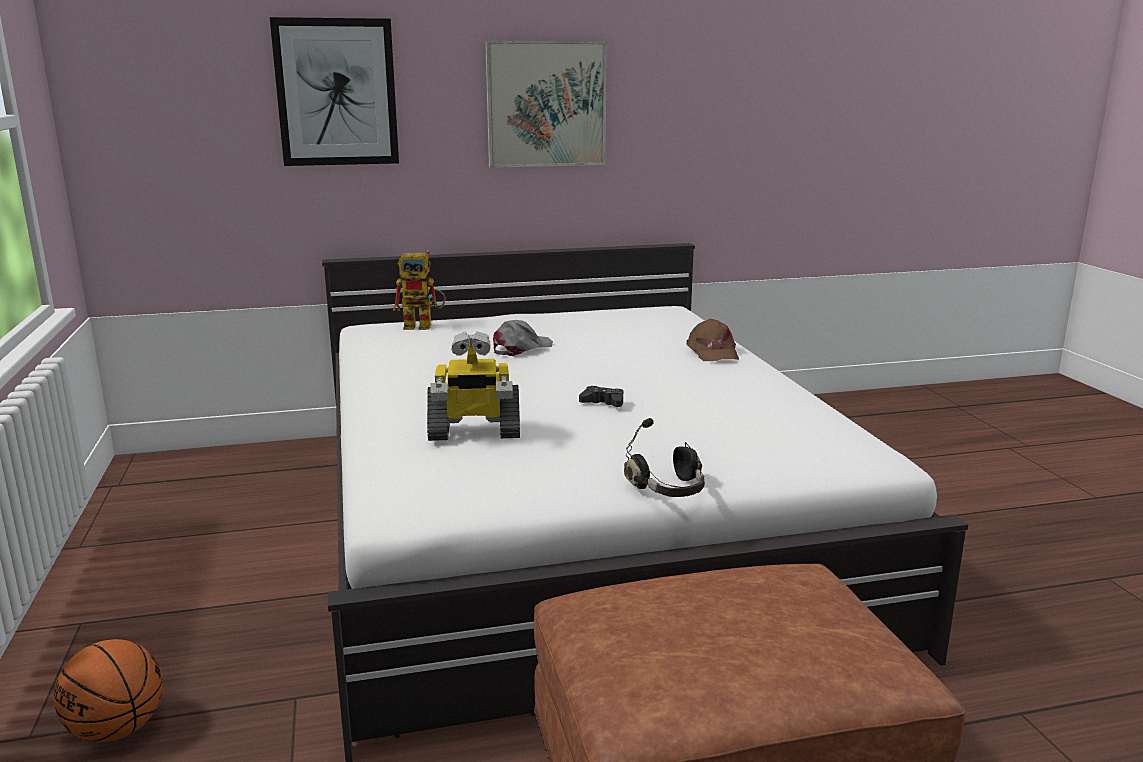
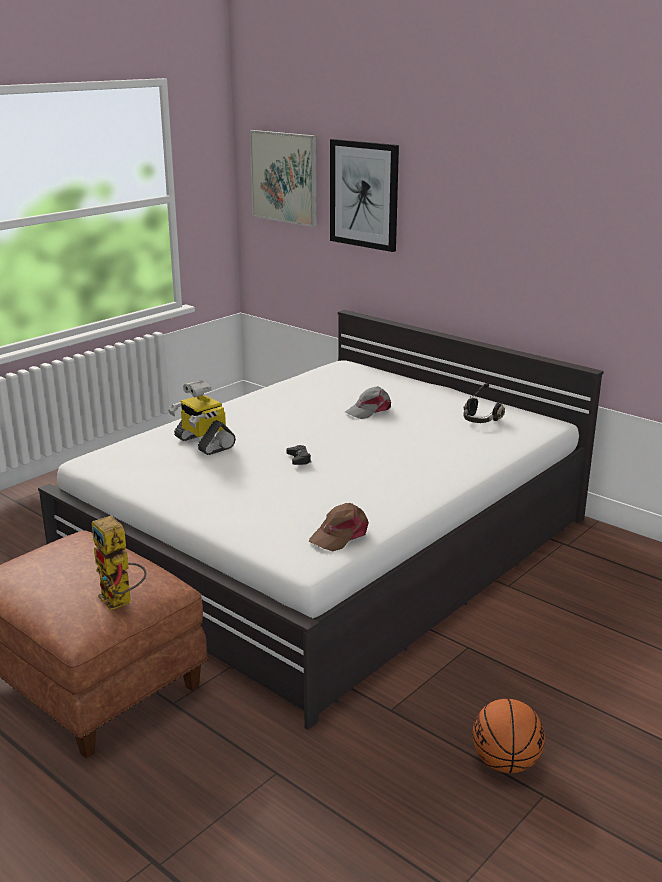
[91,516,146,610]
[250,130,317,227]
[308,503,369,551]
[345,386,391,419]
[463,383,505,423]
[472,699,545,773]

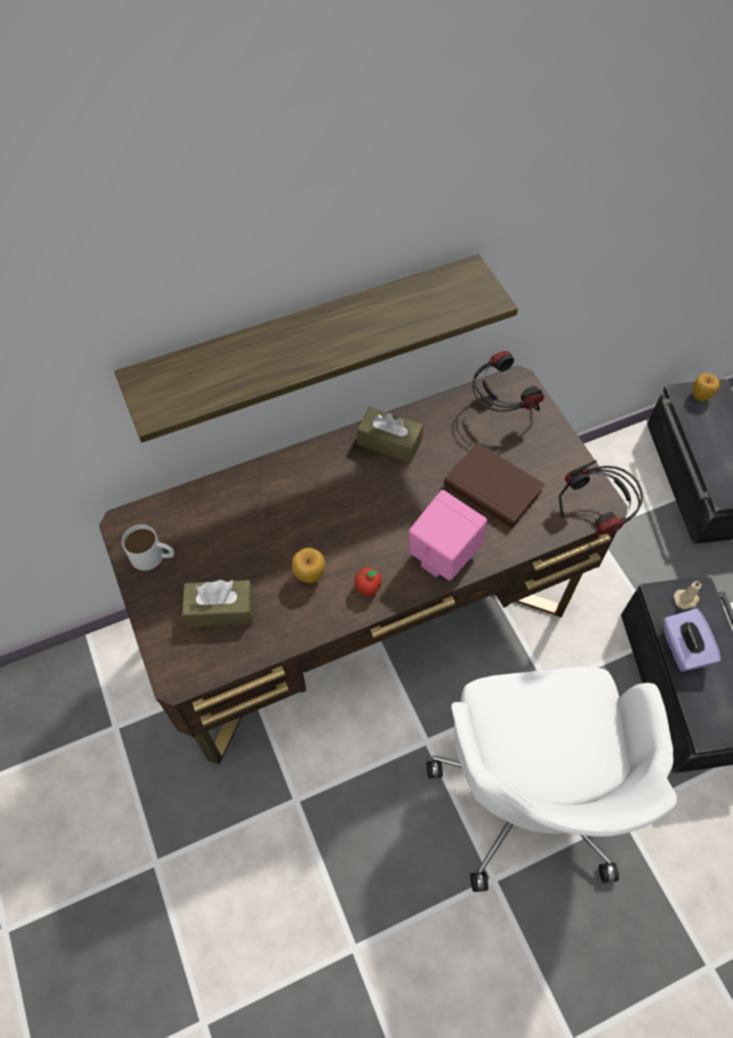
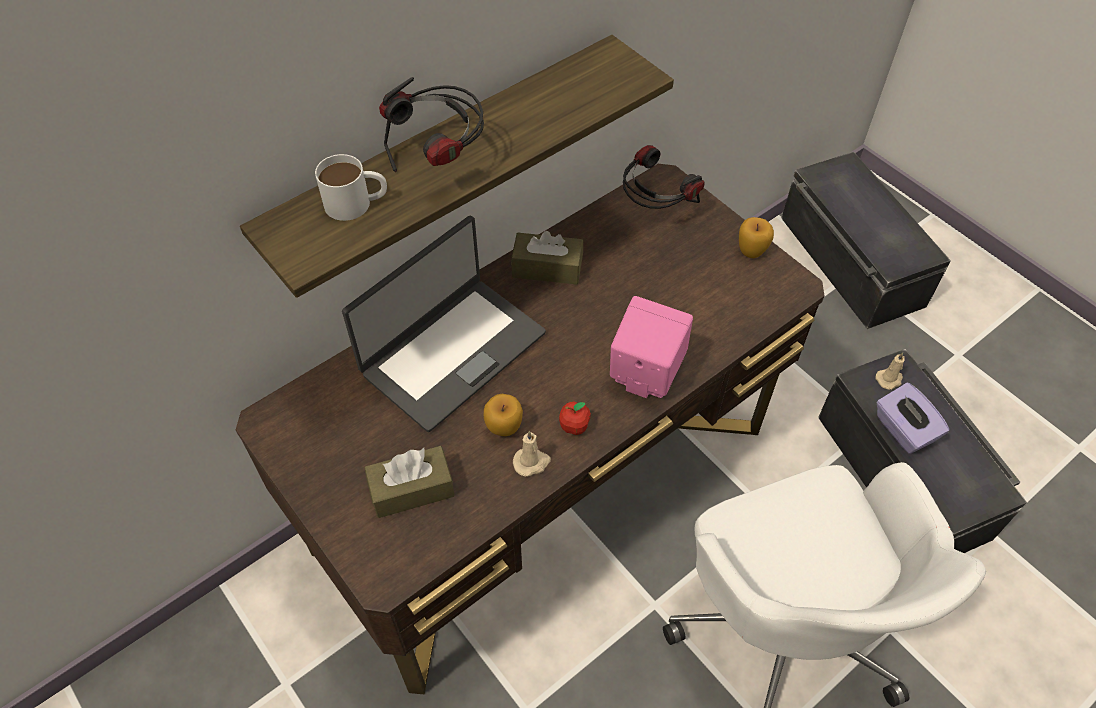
[315,154,387,221]
[342,216,546,432]
[379,77,484,172]
[513,431,551,477]
[739,217,774,258]
[444,442,545,528] (first image)

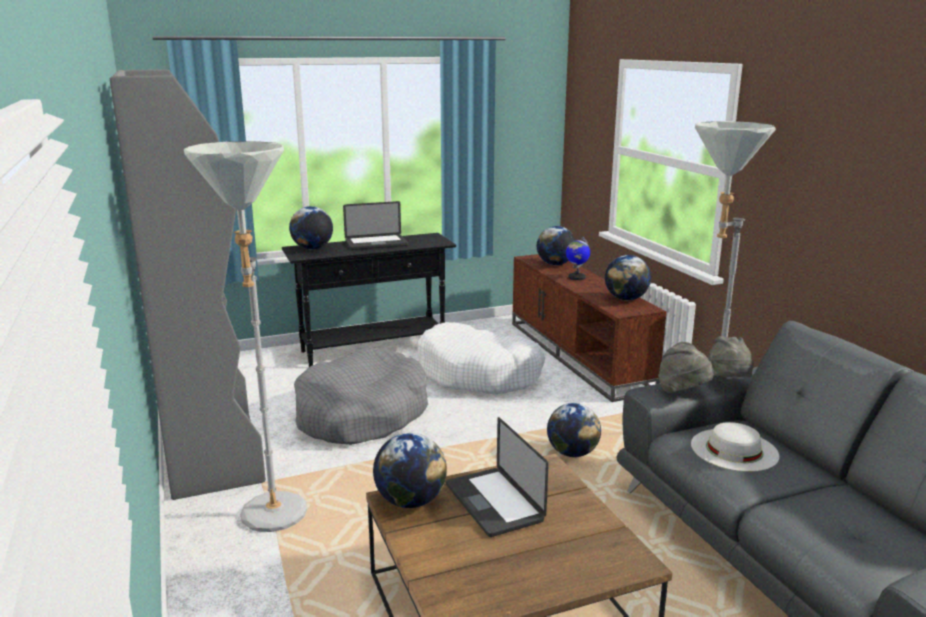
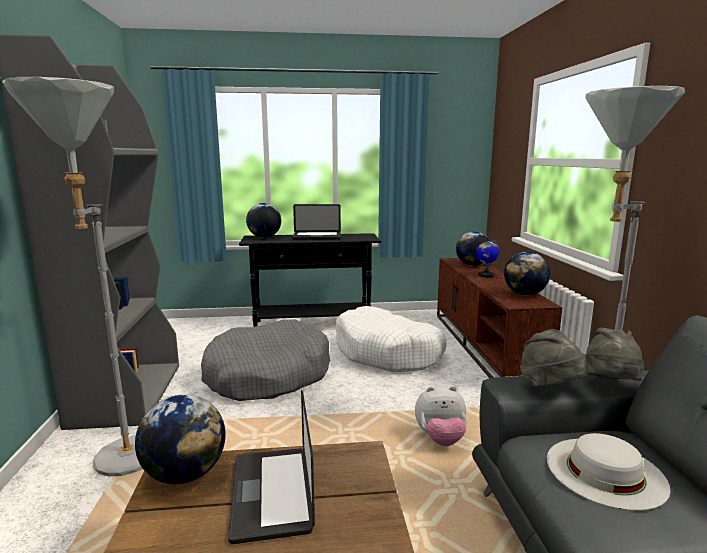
[415,386,467,446]

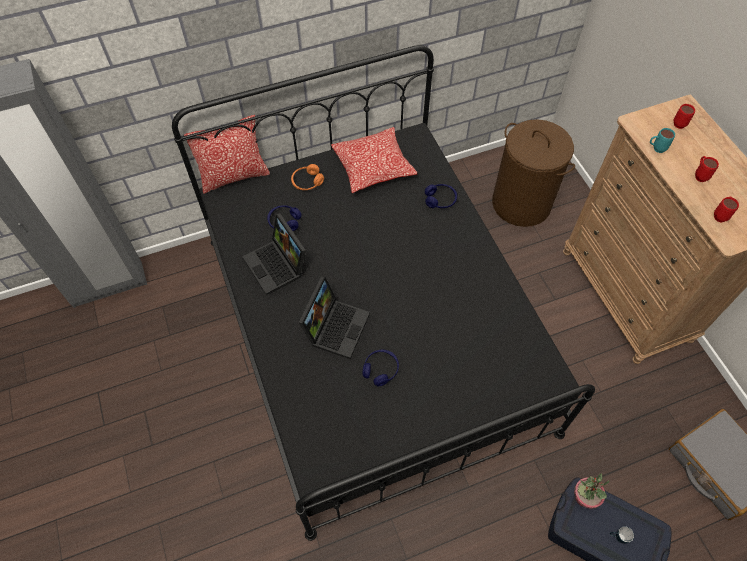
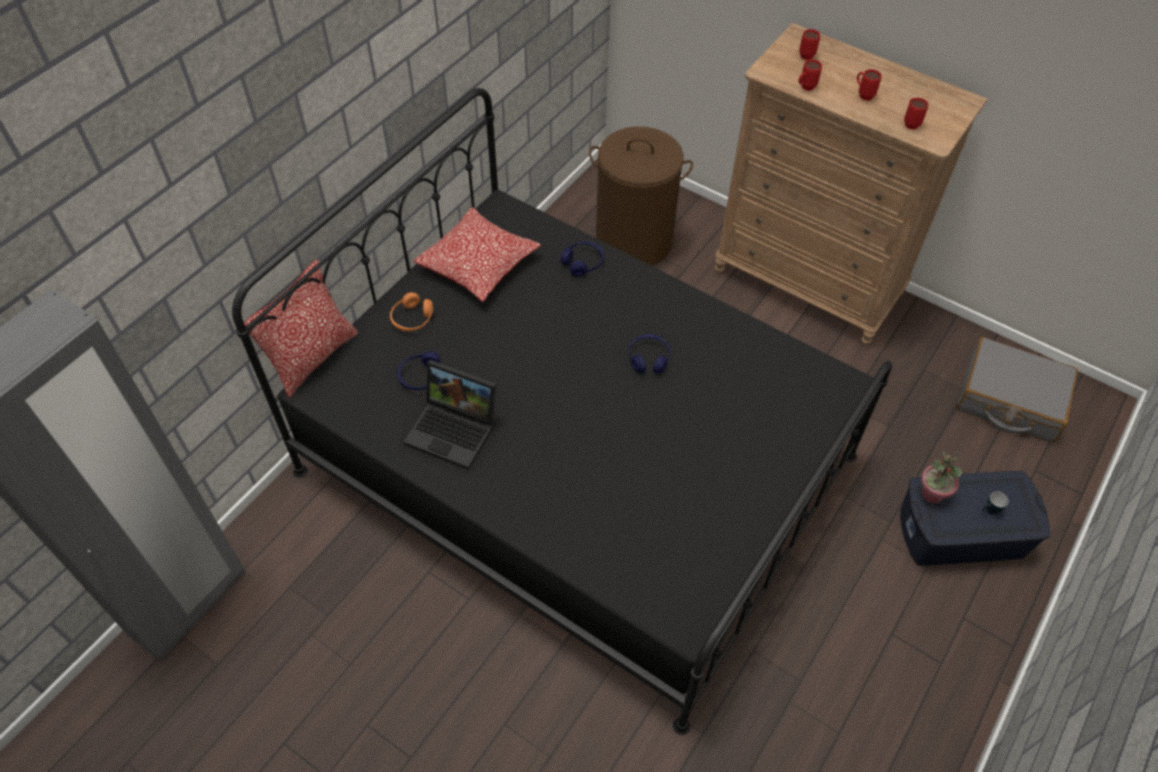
[629,334,670,374]
[799,59,822,91]
[298,276,370,359] (first image)

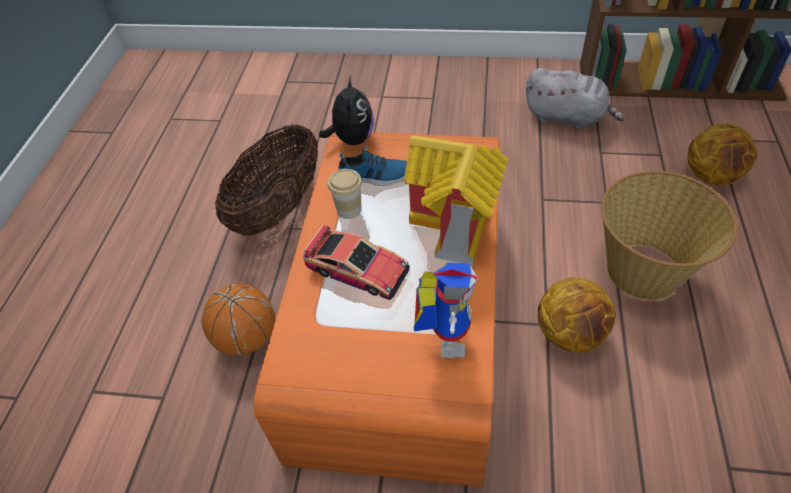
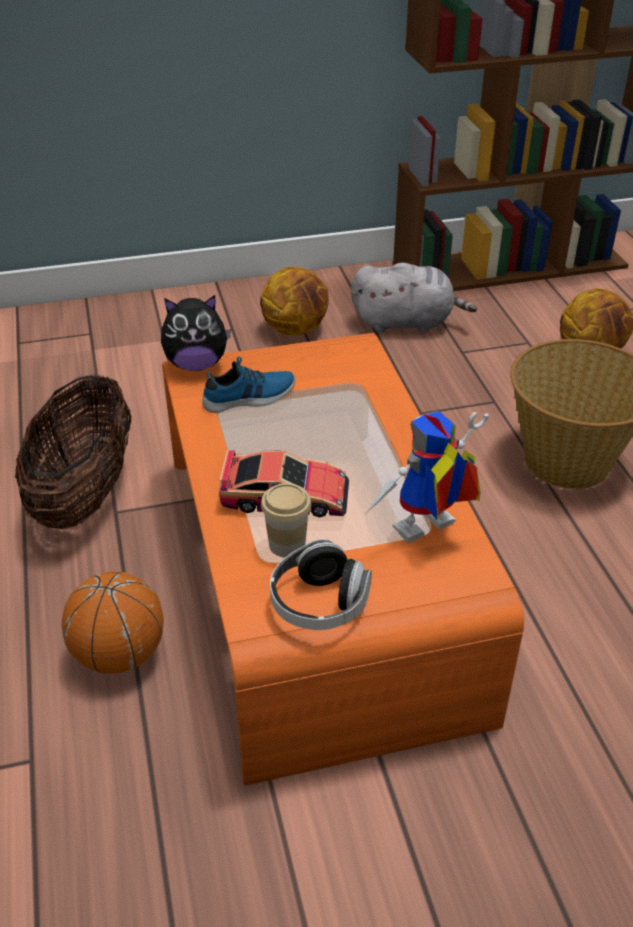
[161,295,231,371]
[260,266,329,335]
[261,483,311,557]
[270,539,372,630]
[366,411,488,543]
[404,135,508,265] (first image)

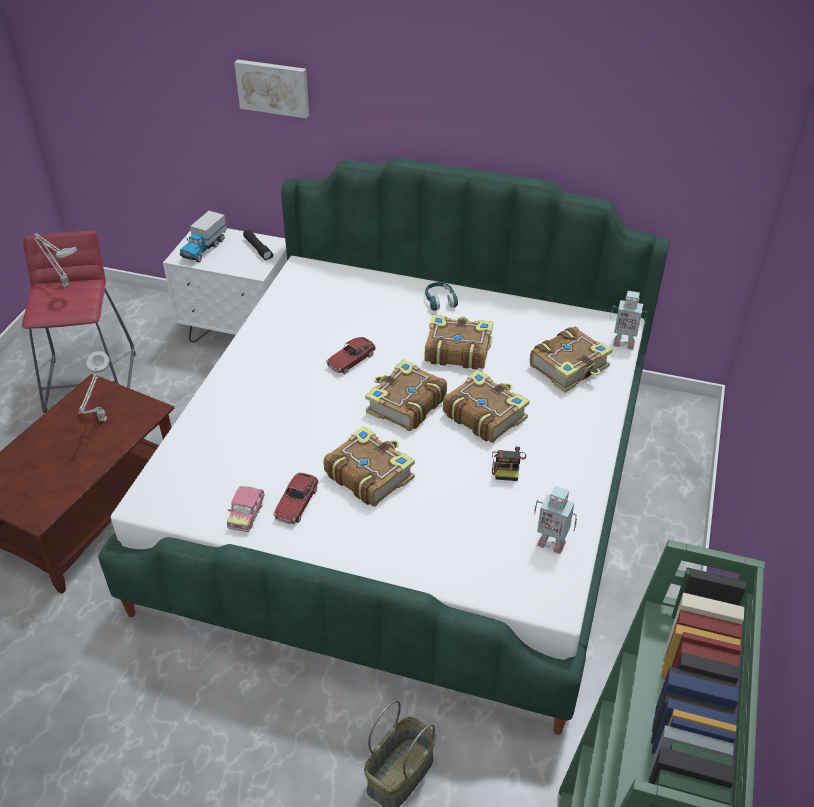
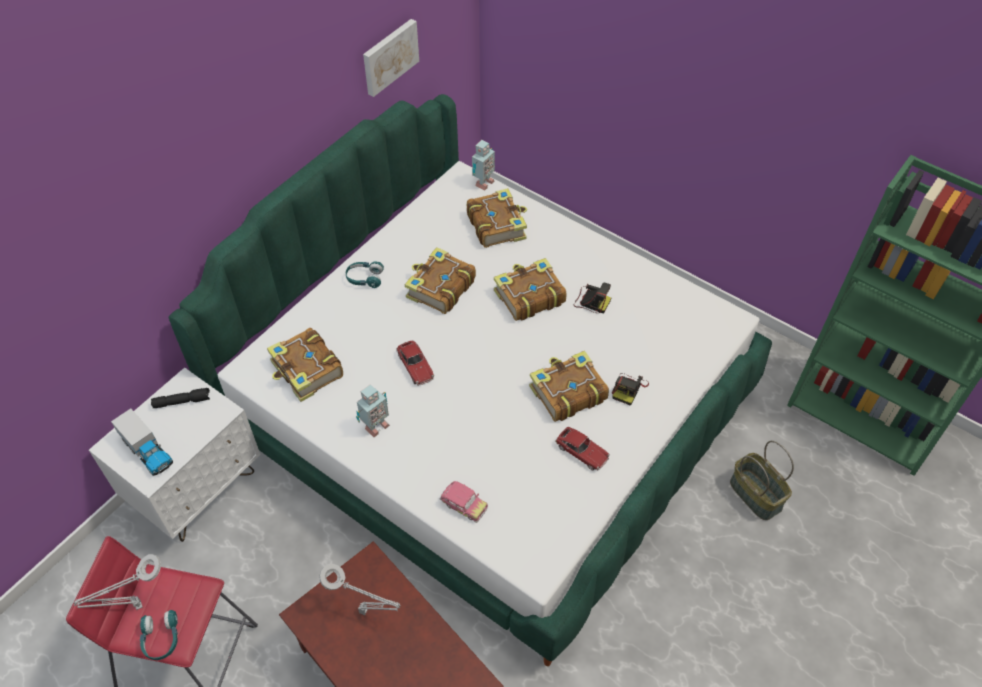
[140,610,178,660]
[267,328,343,402]
[356,384,390,437]
[363,19,419,97]
[439,481,488,523]
[612,373,649,406]

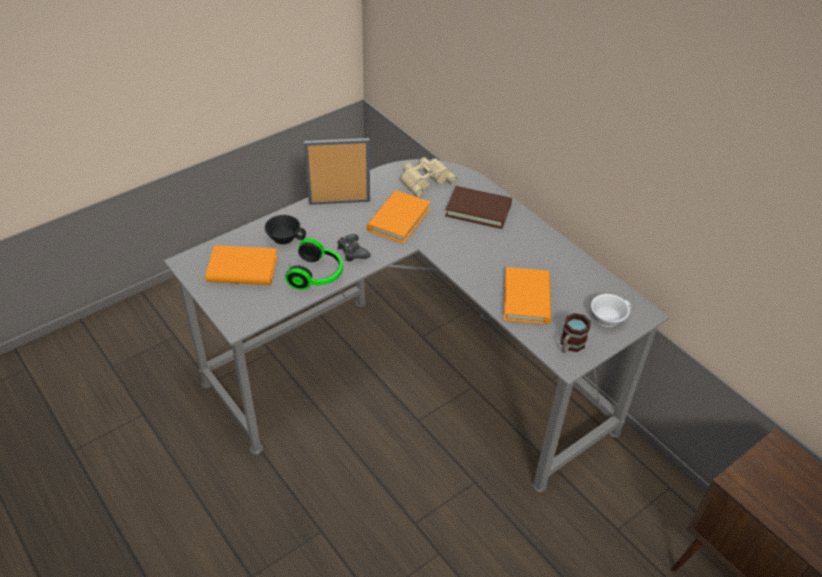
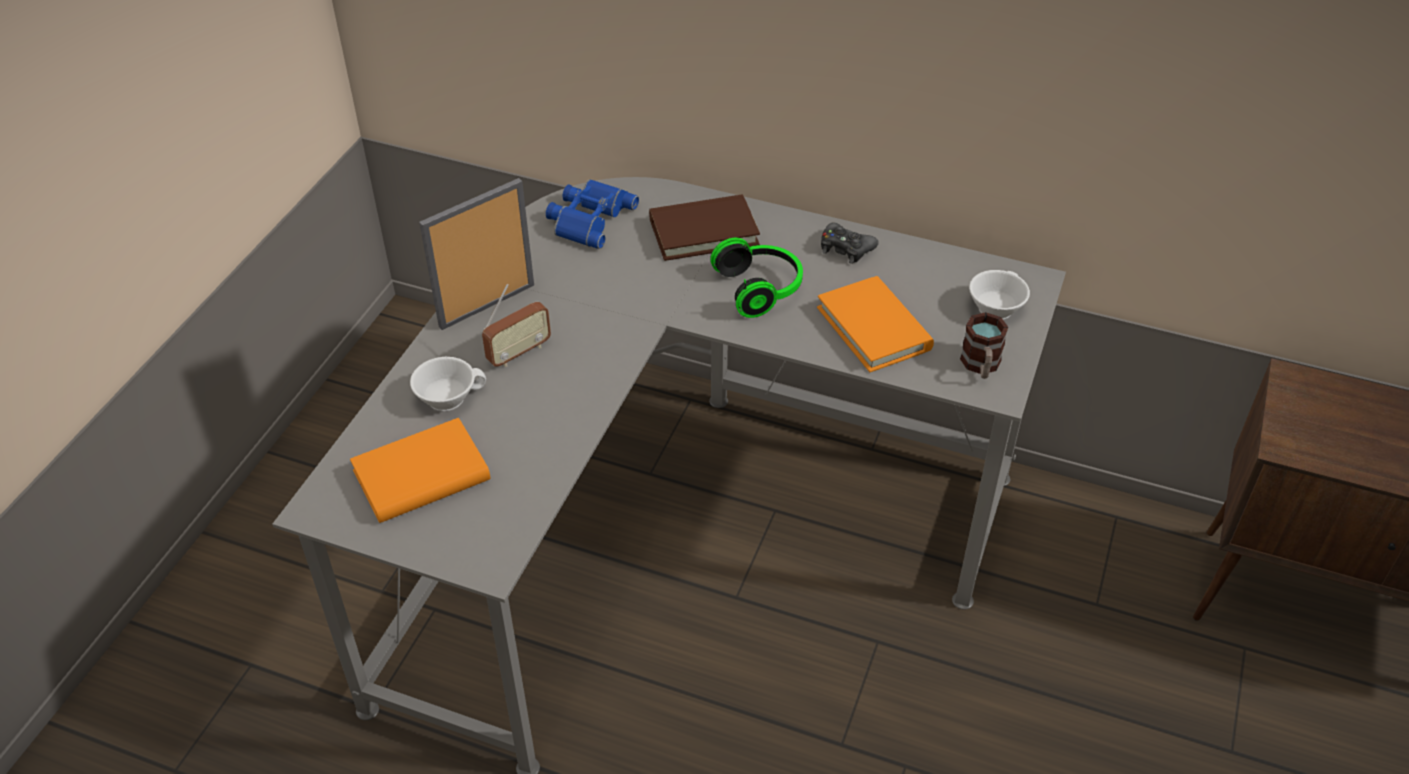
[410,357,486,411]
[482,284,551,367]
[546,179,639,249]
[710,238,803,318]
[821,223,879,264]
[367,190,430,244] (first image)

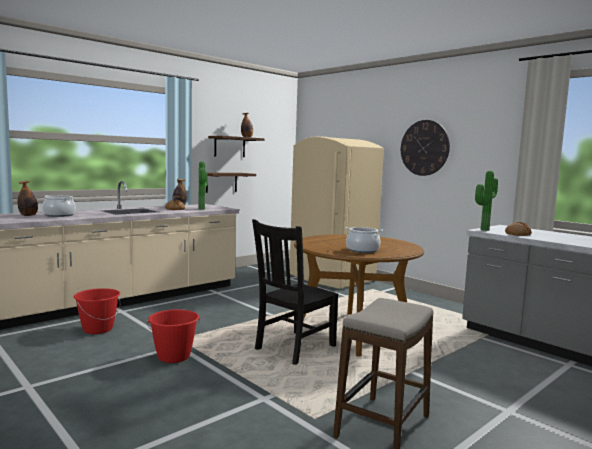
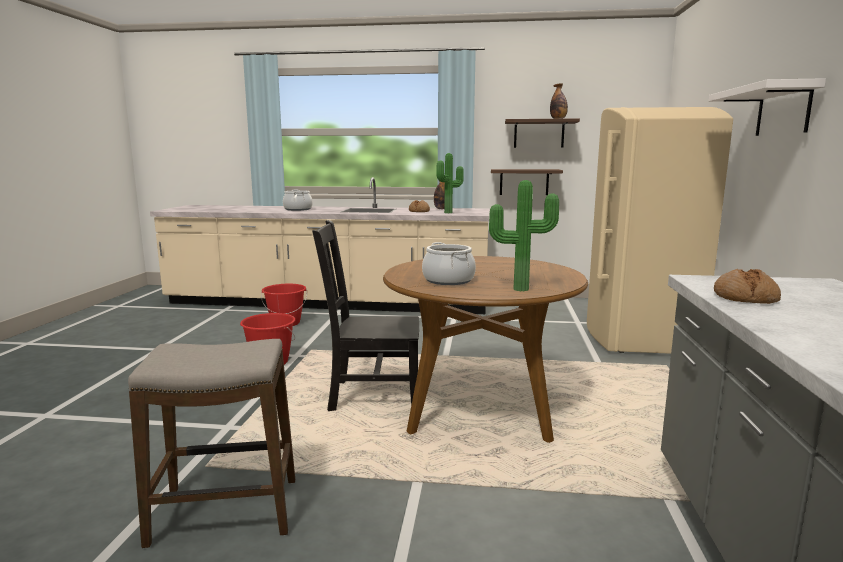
[489,180,559,291]
[709,78,826,136]
[18,181,38,216] (first image)

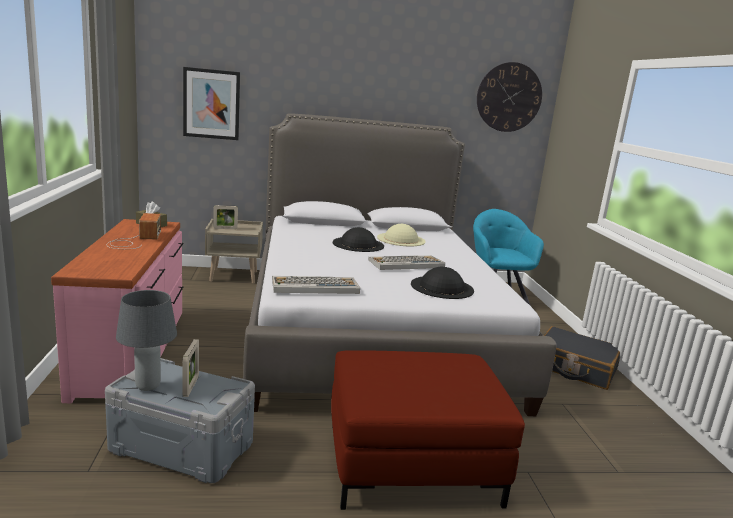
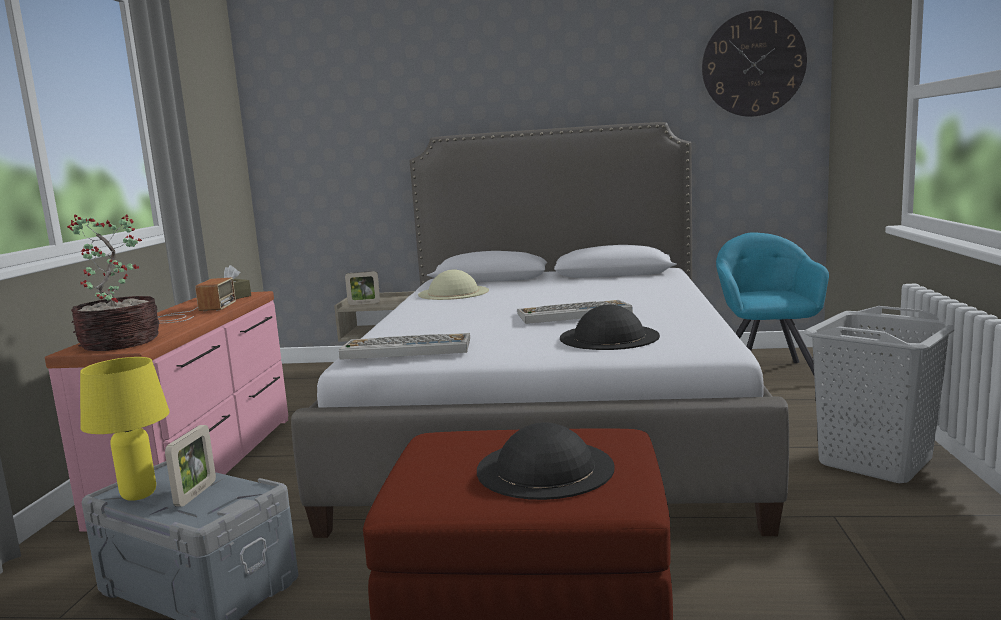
[67,214,160,351]
[80,357,170,501]
[418,269,489,300]
[477,423,615,500]
[803,306,954,483]
[183,67,240,140] (first image)

